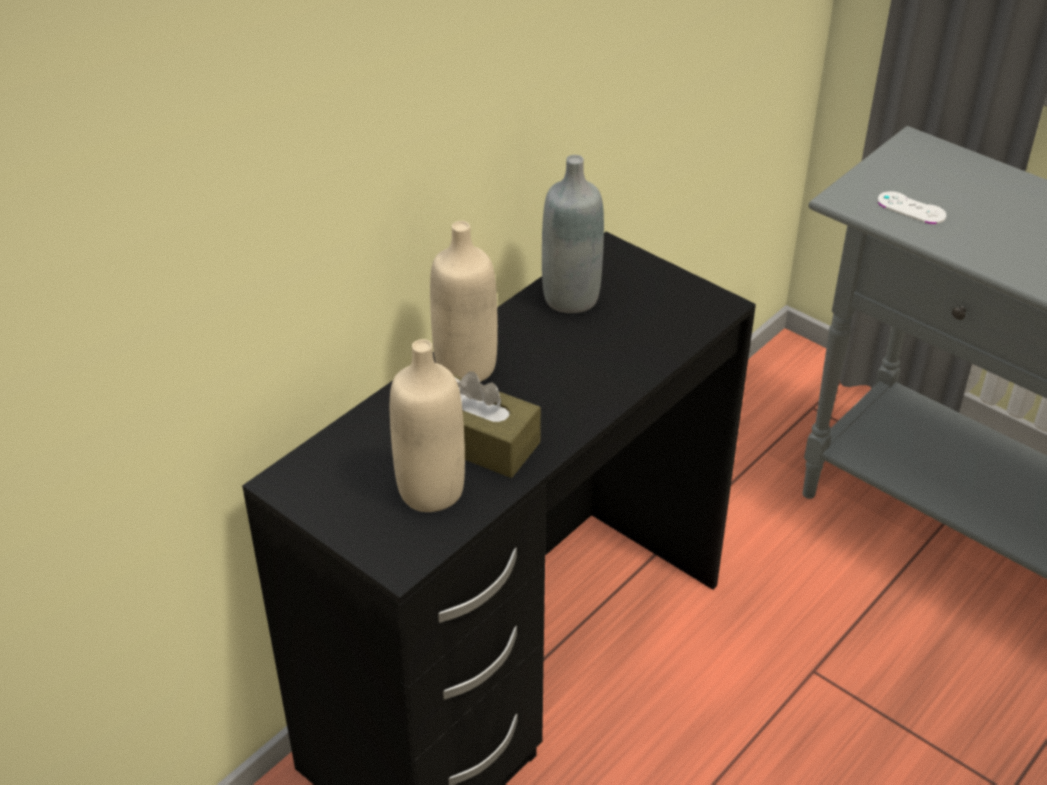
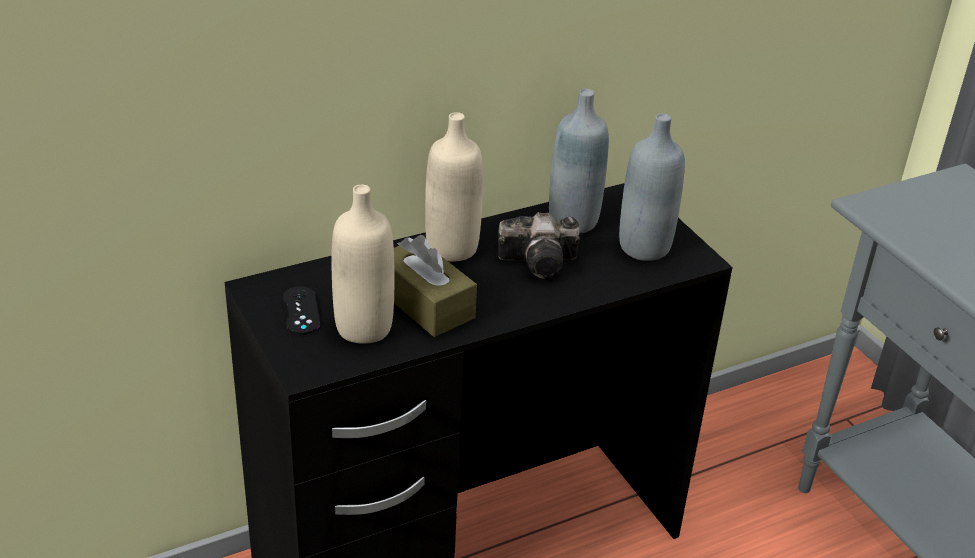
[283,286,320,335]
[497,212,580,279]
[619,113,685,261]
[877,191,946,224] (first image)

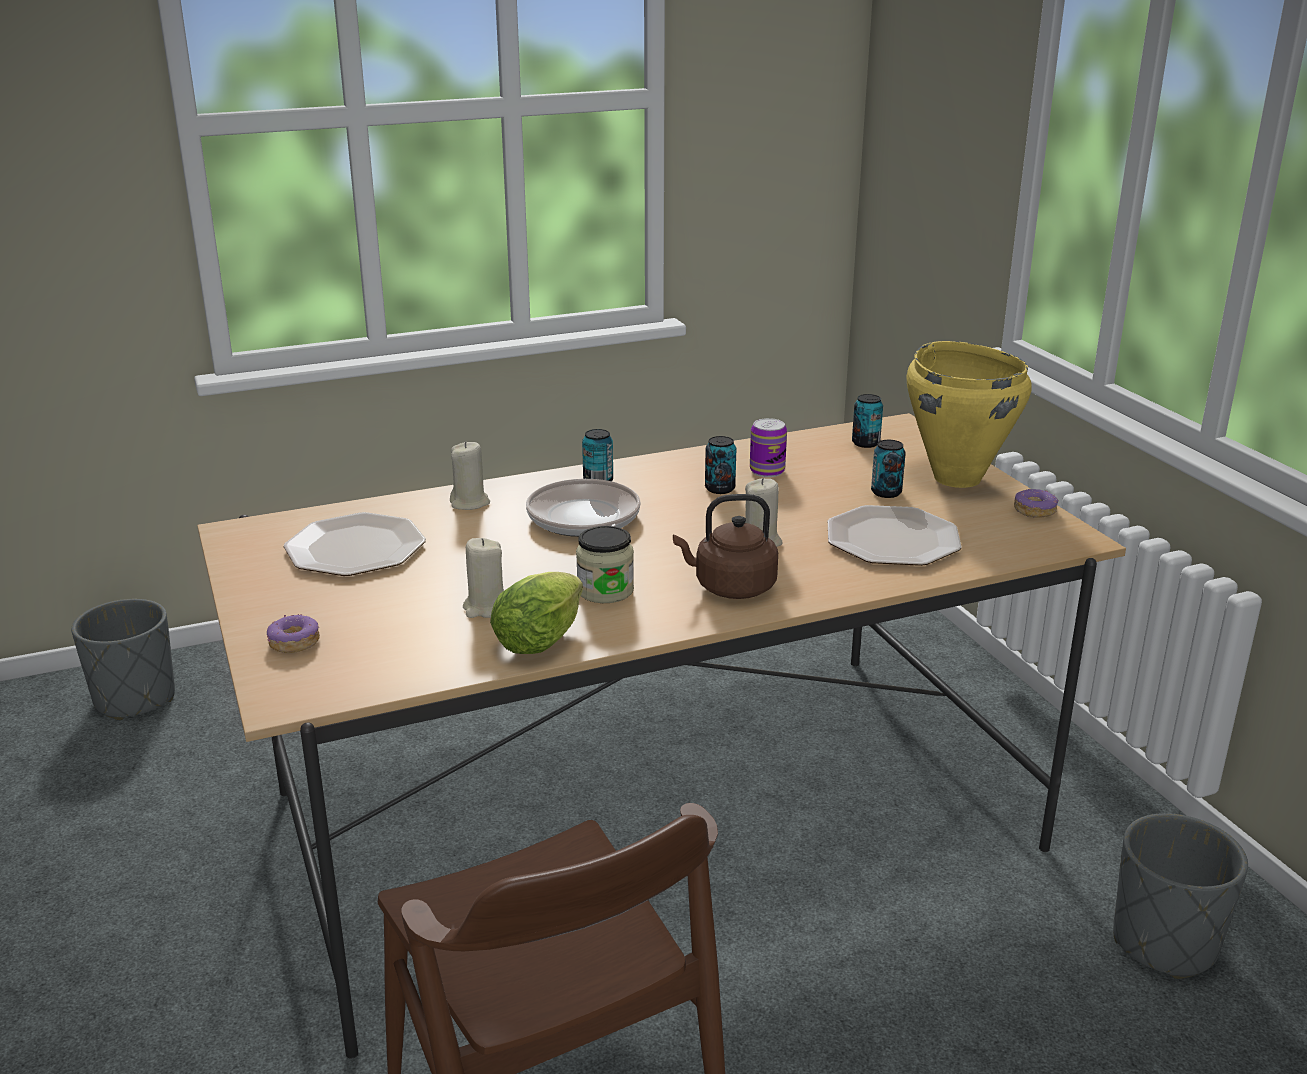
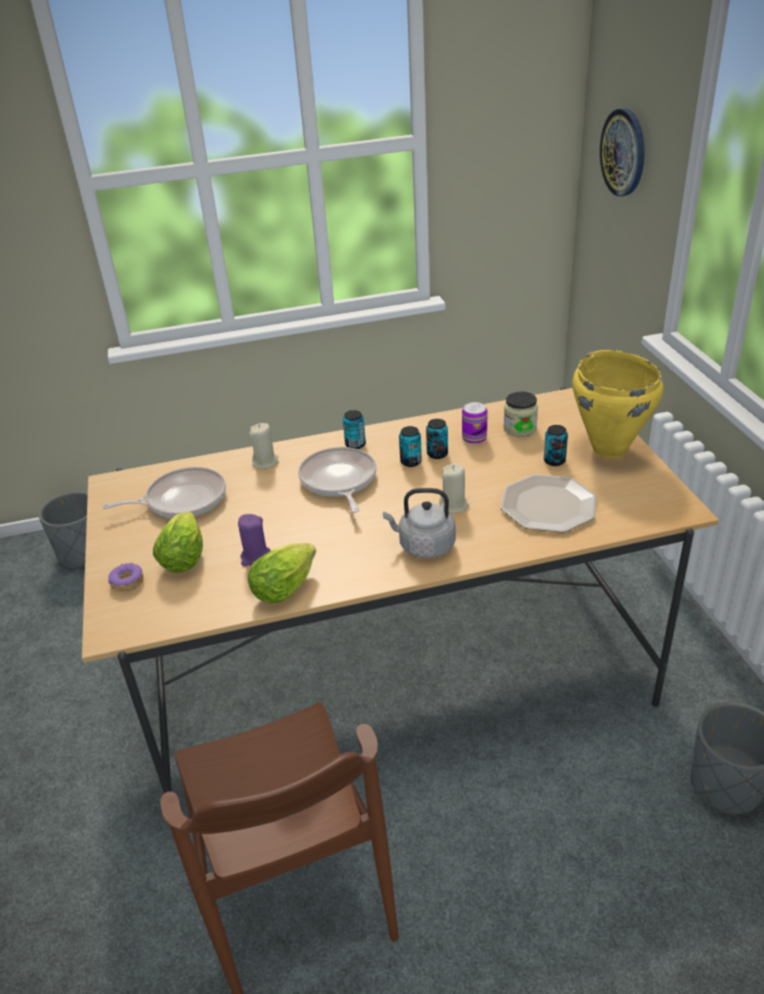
[103,467,226,518]
[153,511,203,573]
[238,514,271,566]
[383,488,456,558]
[399,426,422,467]
[504,392,538,437]
[600,108,645,196]
[1014,489,1059,518] (first image)

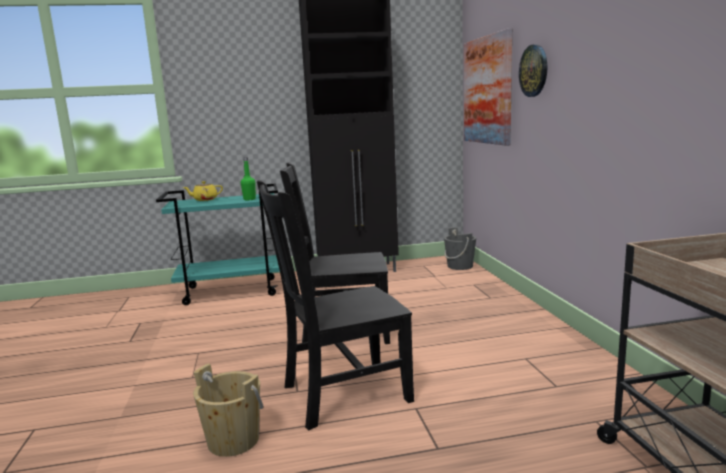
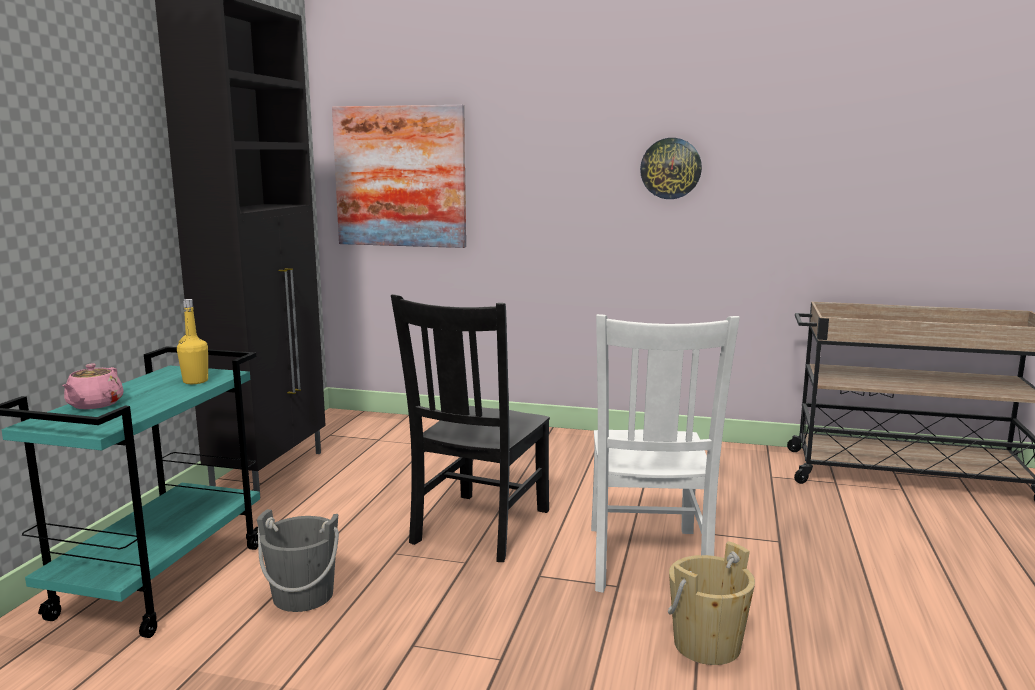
[62,364,124,409]
[177,299,208,384]
[257,509,339,612]
[591,314,740,593]
[640,138,702,199]

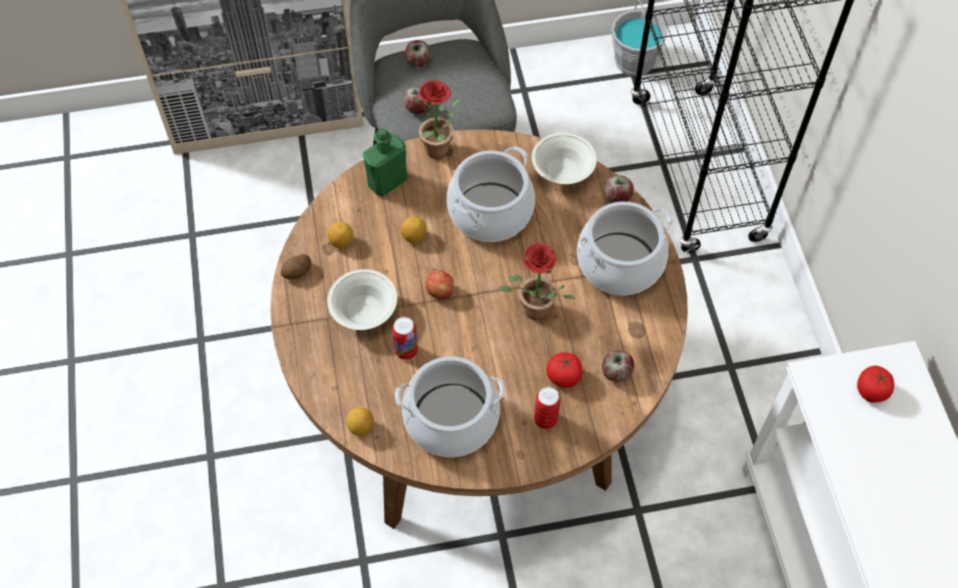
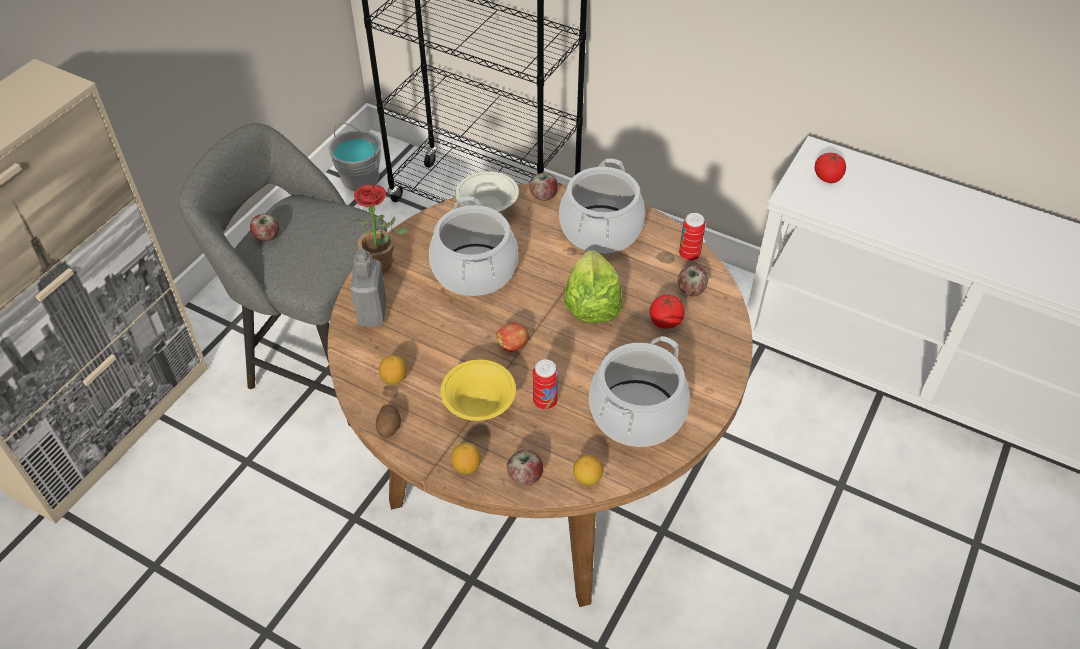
[350,249,387,327]
[440,360,516,421]
[451,442,481,474]
[507,450,543,486]
[564,250,623,323]
[679,213,705,261]

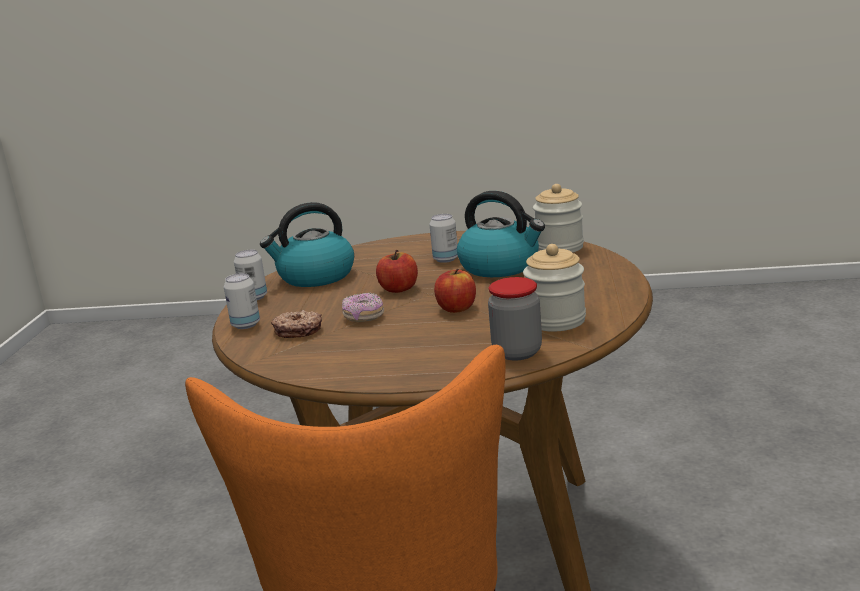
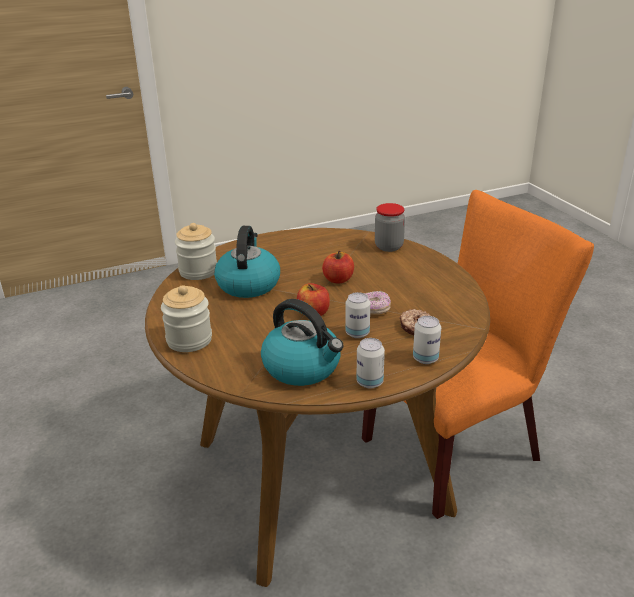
[161,285,212,352]
[345,292,370,338]

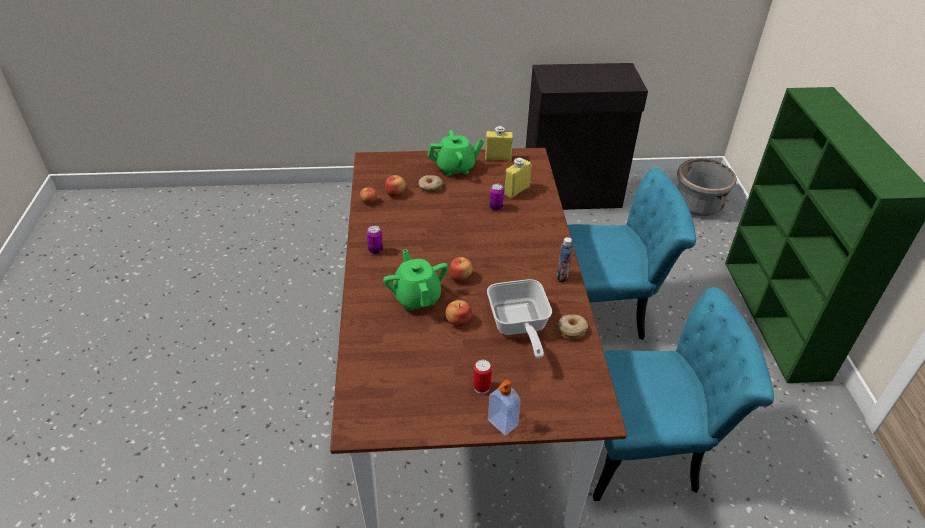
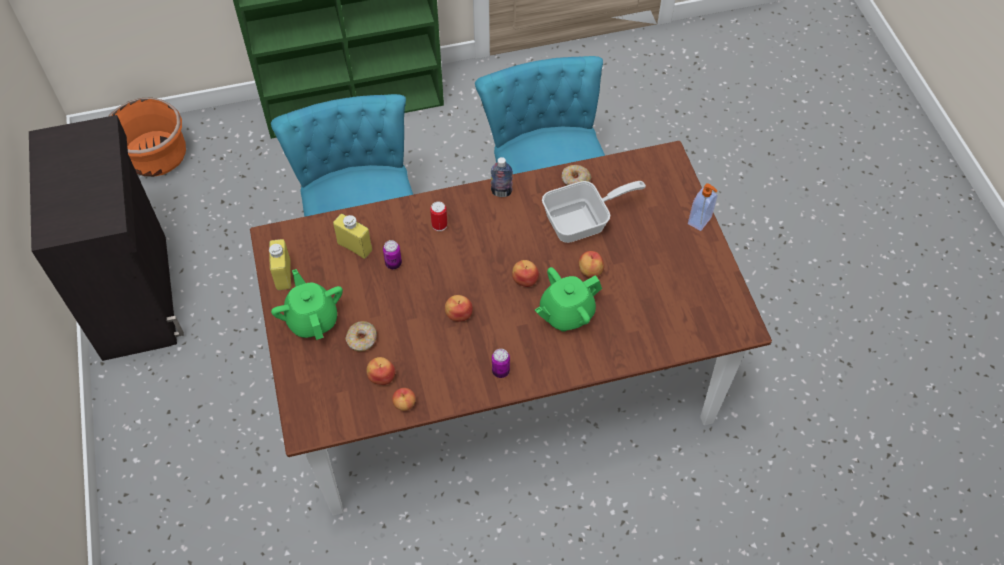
[109,97,186,177]
[430,201,447,231]
[445,295,473,322]

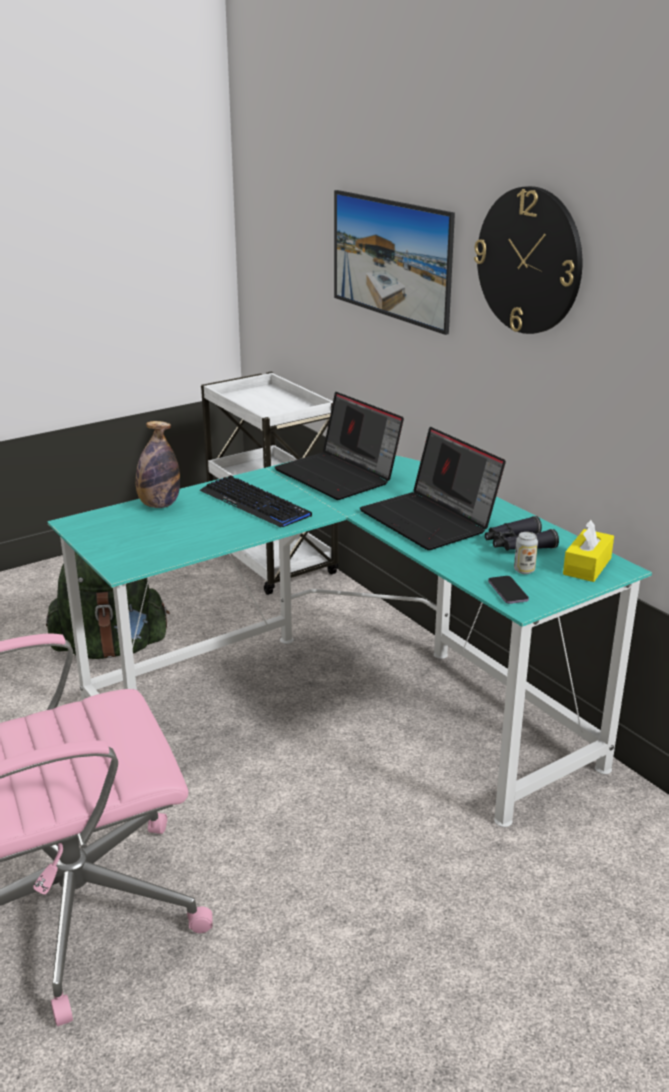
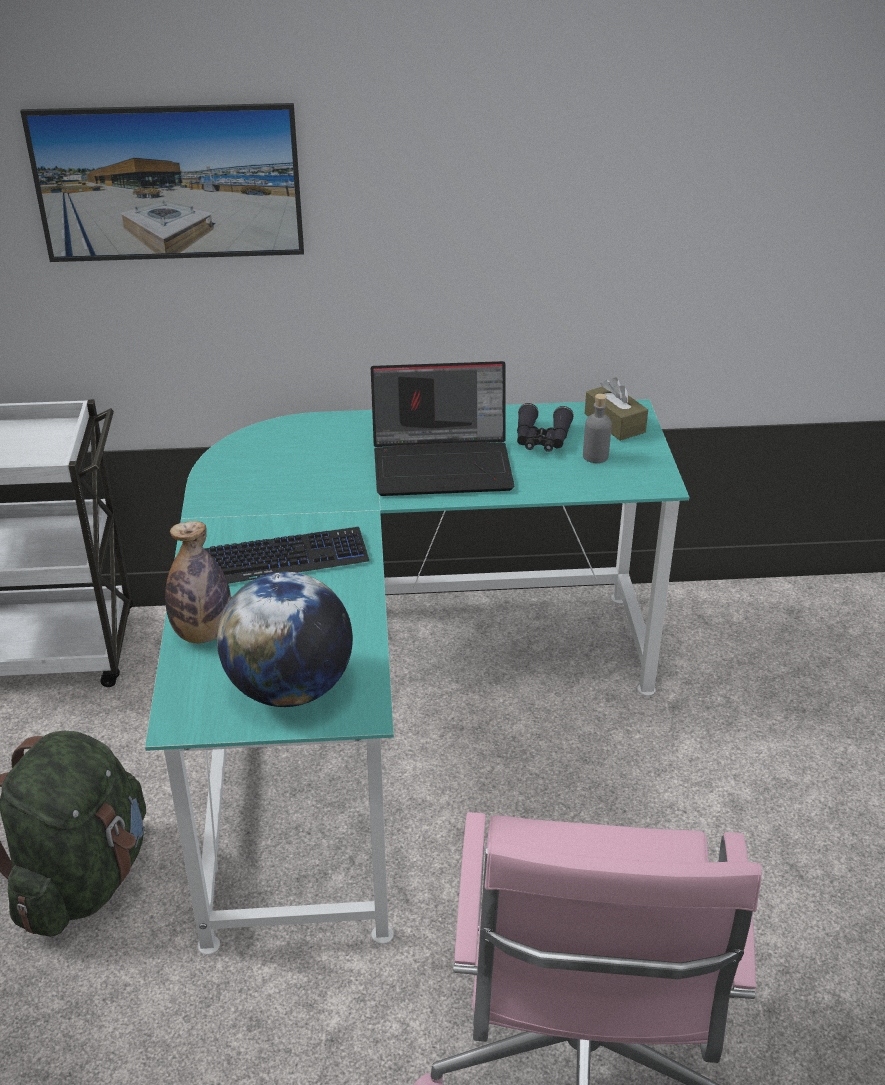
[217,572,353,707]
[583,394,612,463]
[585,377,648,441]
[274,392,404,500] (first image)
[474,186,582,334] (first image)
[488,576,529,604] (first image)

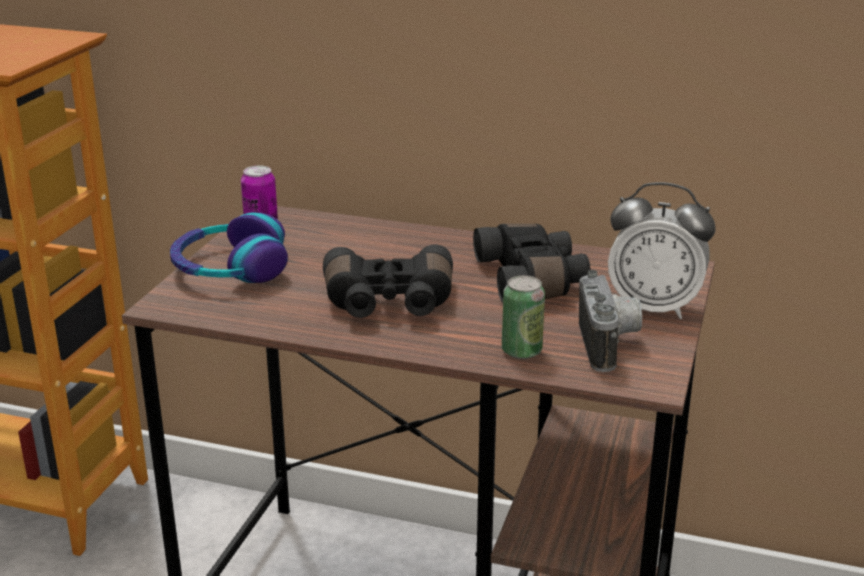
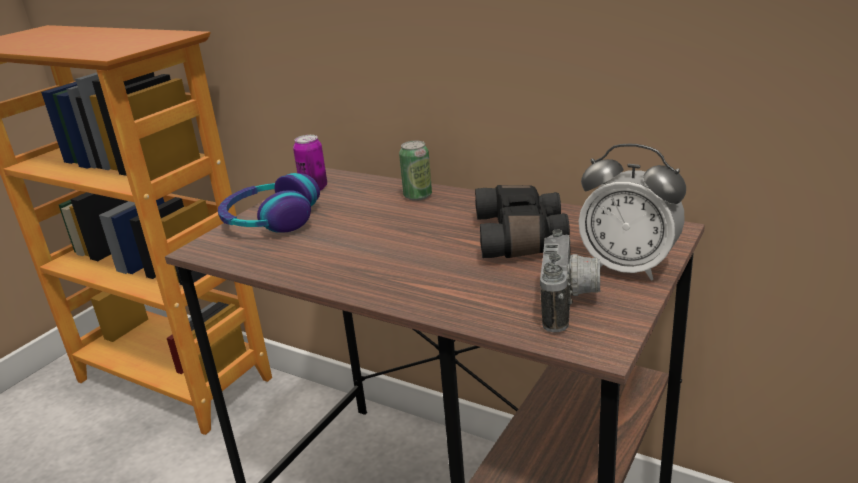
[399,141,432,201]
[323,244,453,318] (first image)

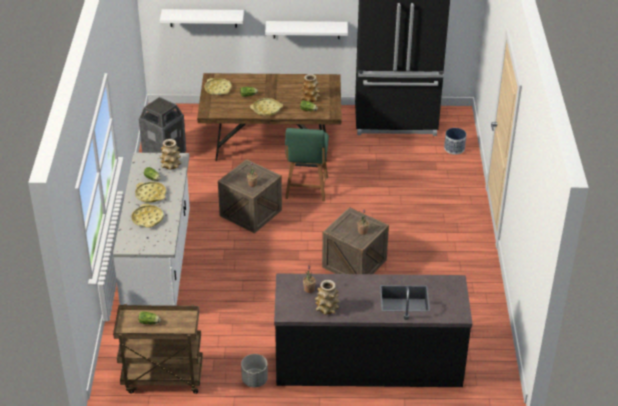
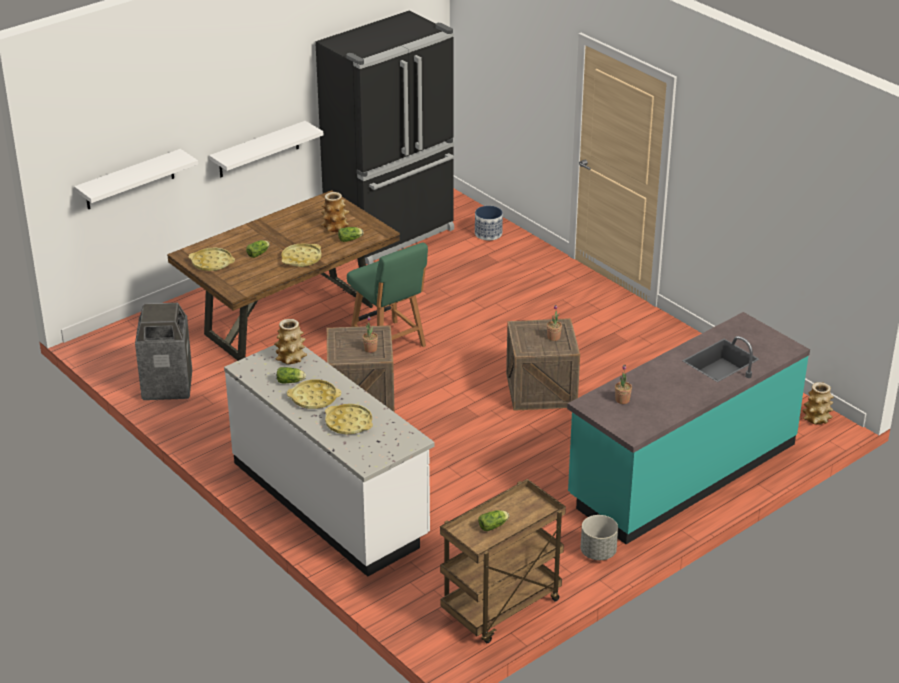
[567,312,810,544]
[802,382,834,424]

